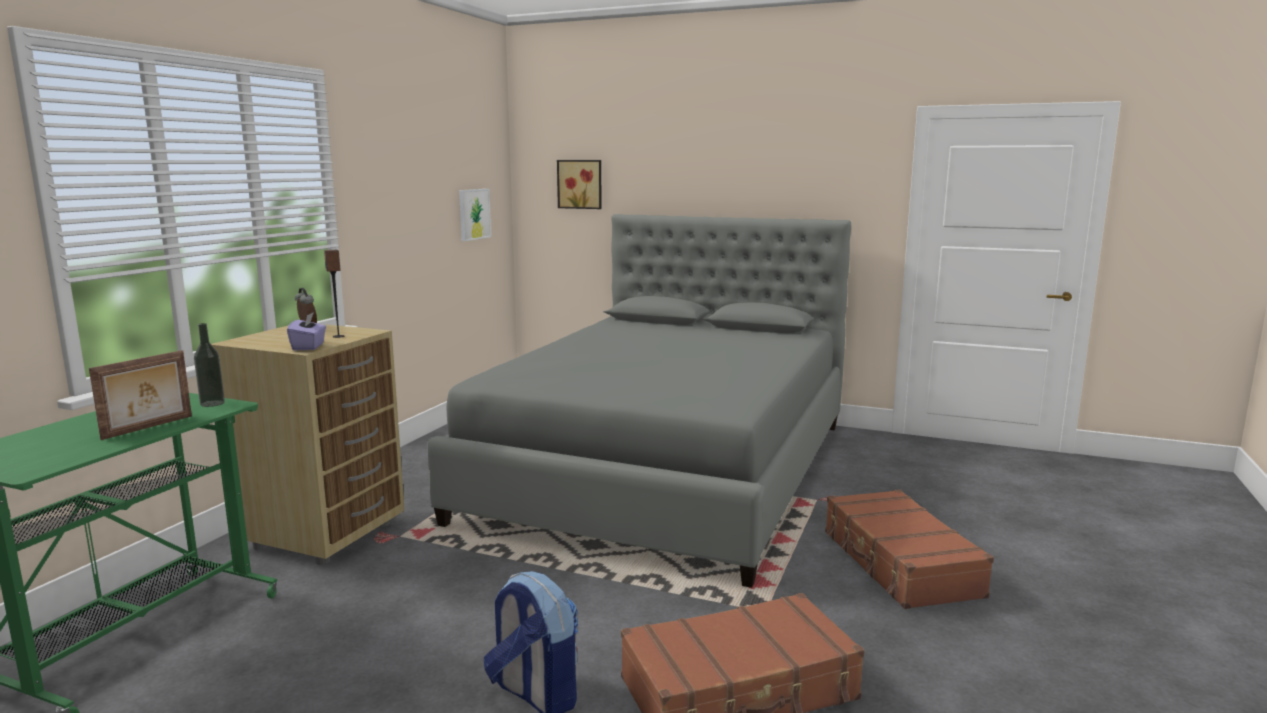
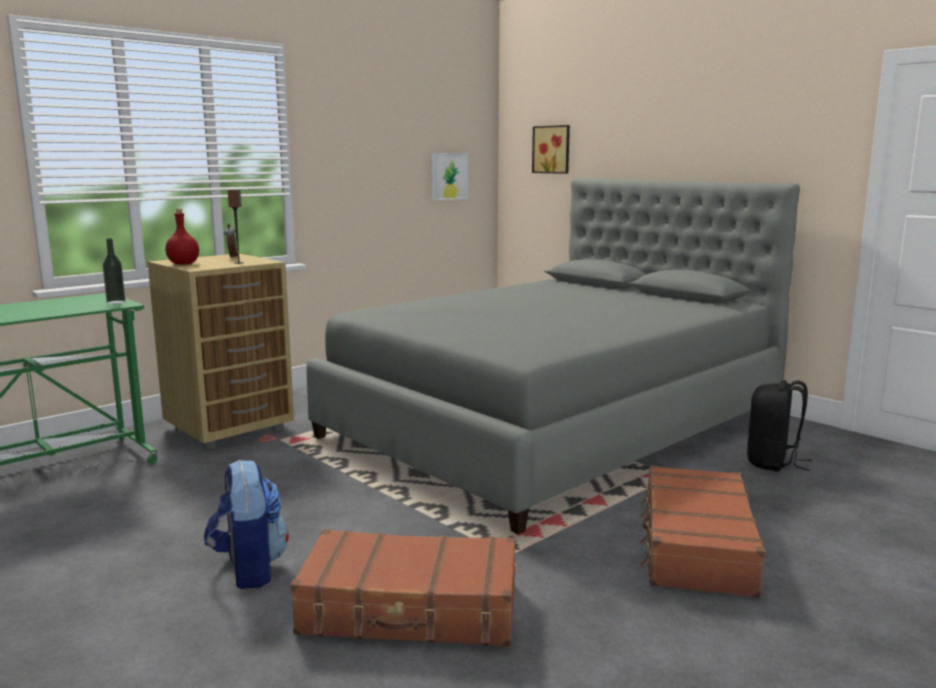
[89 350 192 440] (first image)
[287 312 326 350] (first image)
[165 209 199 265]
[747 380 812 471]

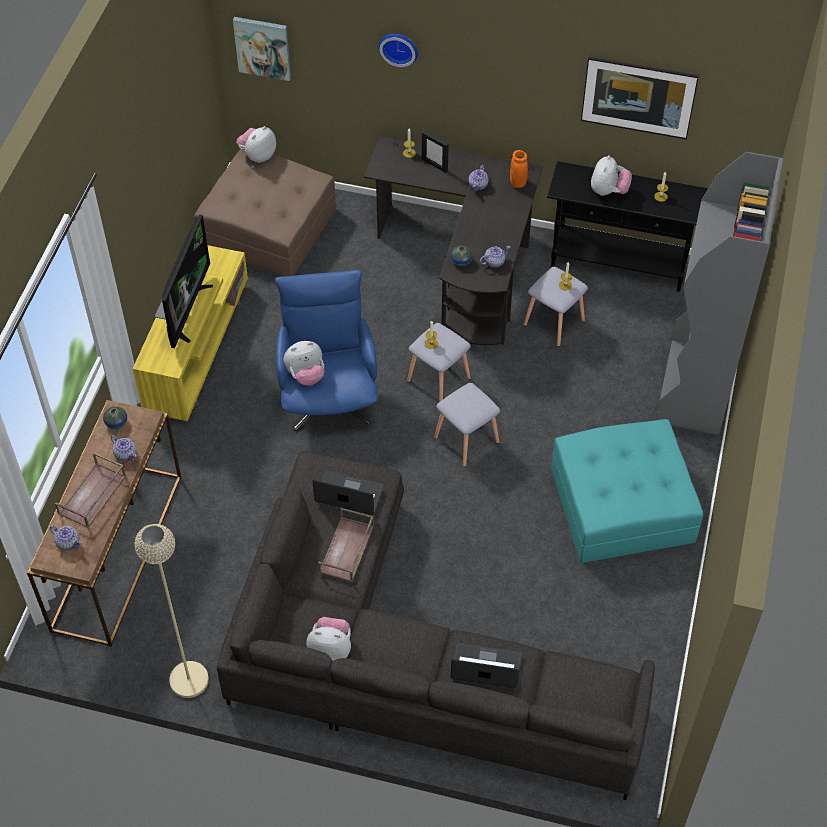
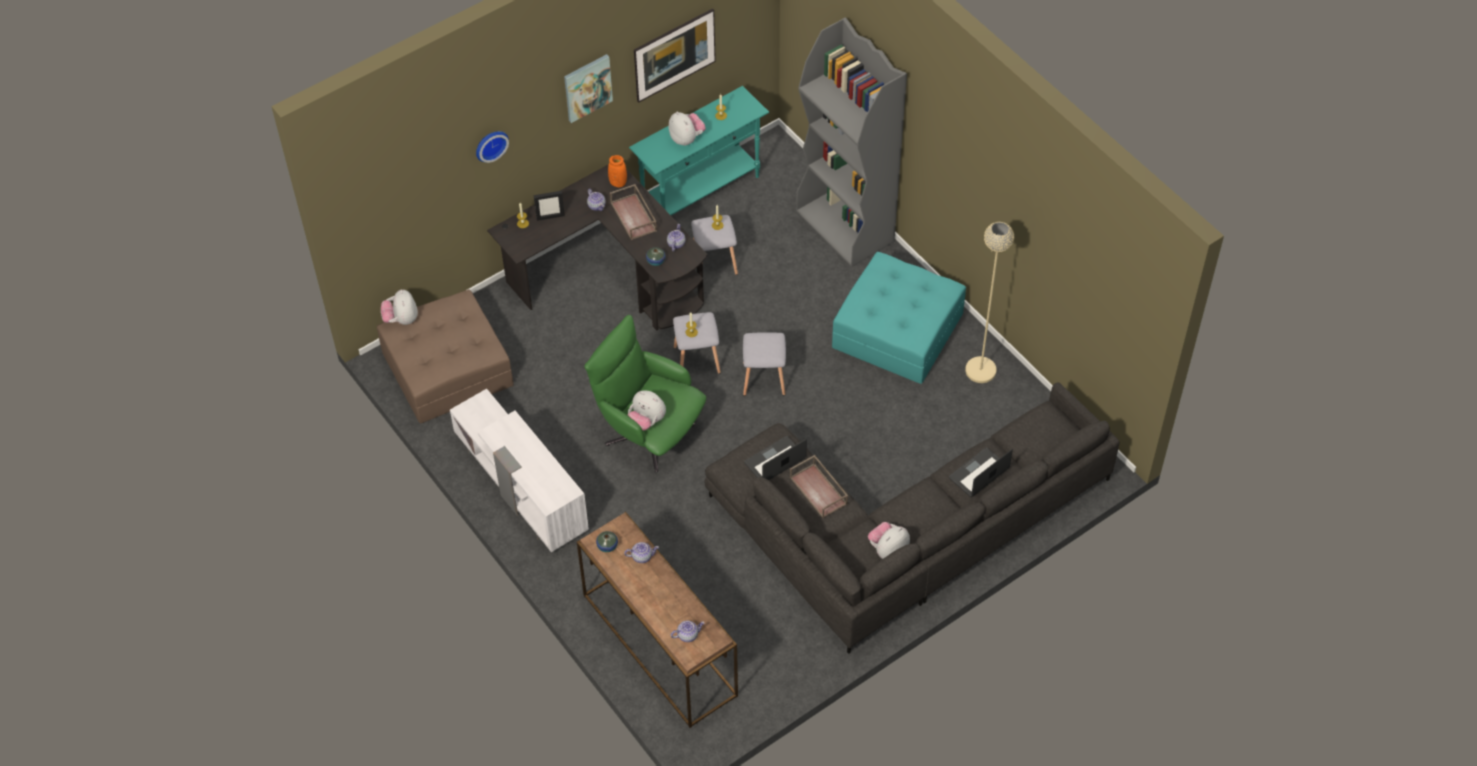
[610 184 657 240]
[450 389 589 552]
[965 222 1014 383]
[162 214 213 348] (first image)
[564 54 613 123]
[584 315 706 472]
[628 391 666 431]
[629 86 769 215]

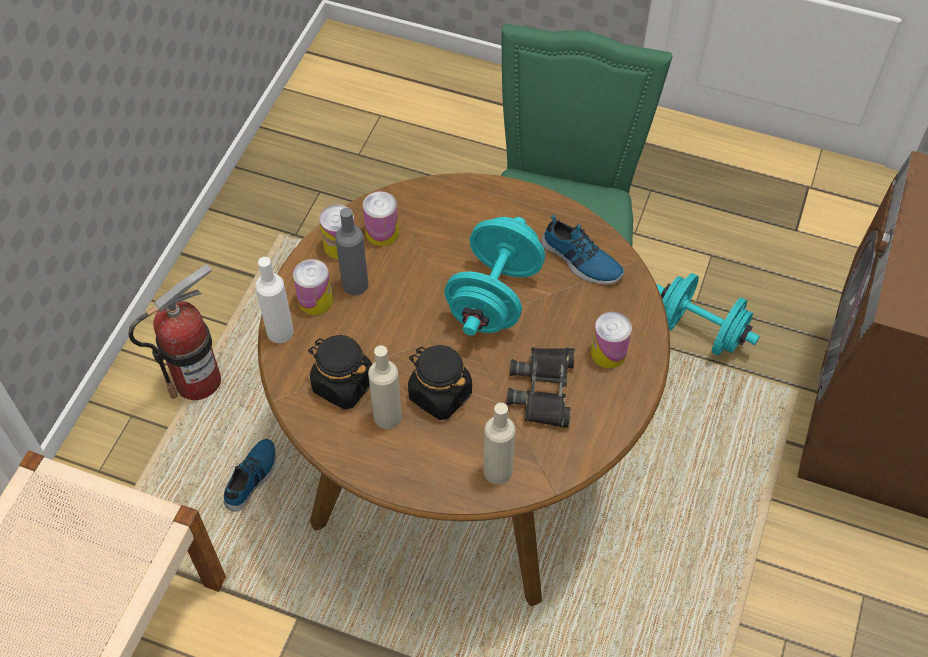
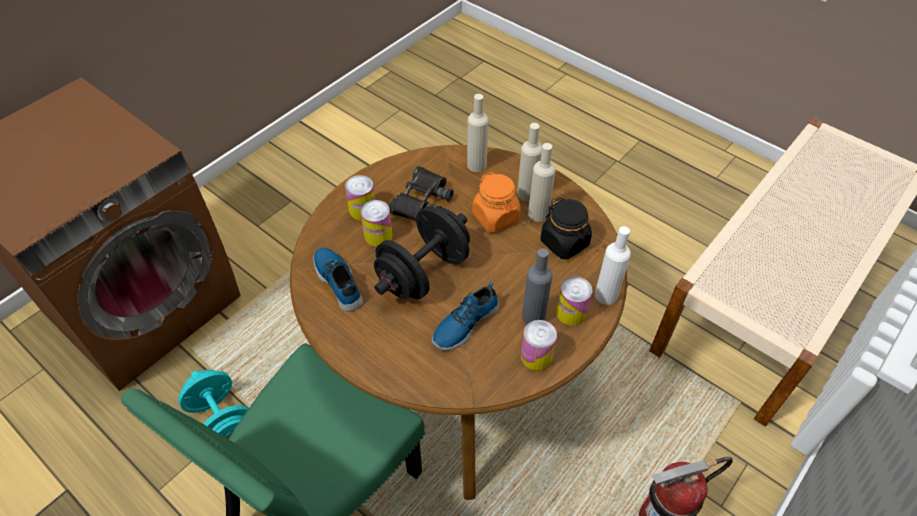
[432 282 499 351]
[361 200 392 247]
[472 172 521 233]
[374 206 470 299]
[517 123 542 202]

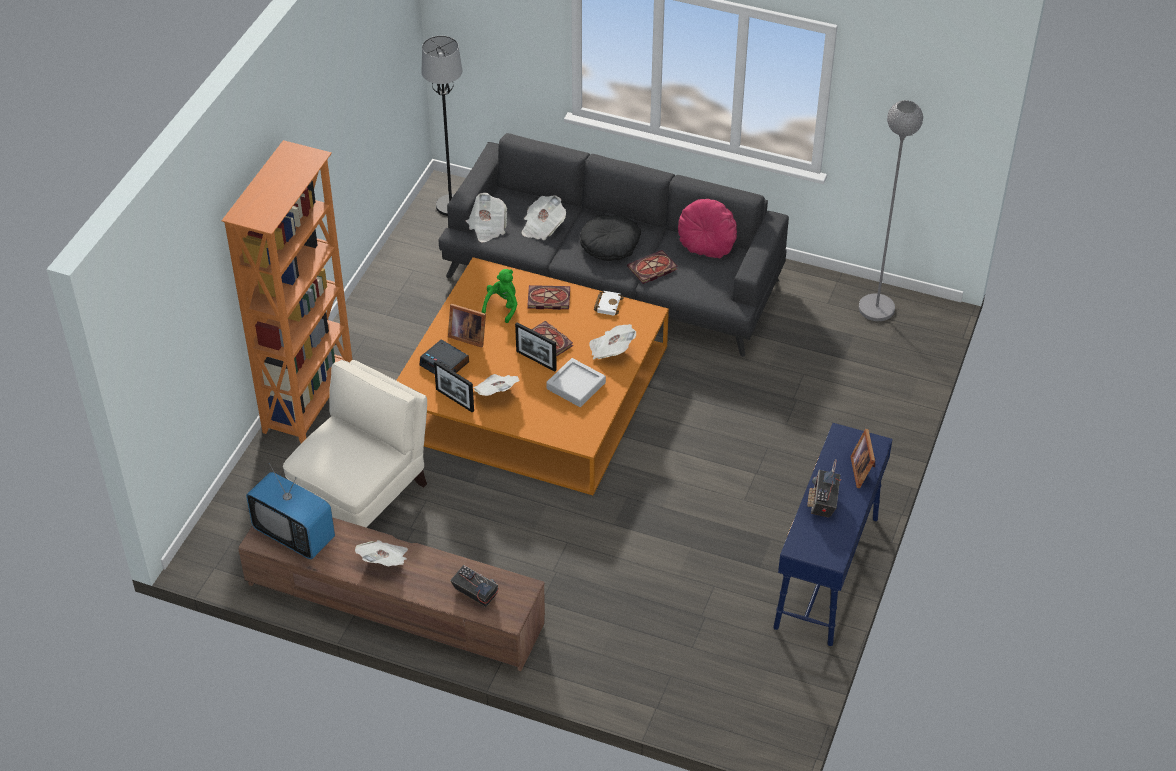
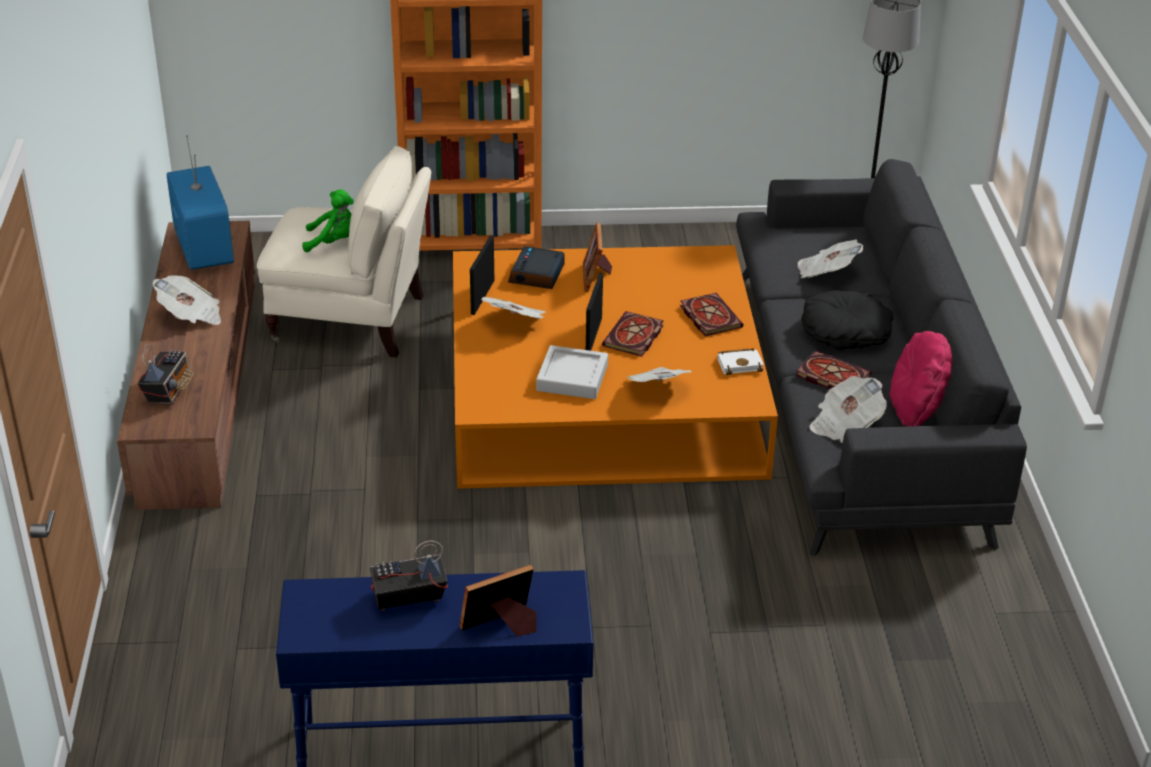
[167 135 234 270]
[809 376 887 443]
[302 190 354 252]
[859 100 923 321] (first image)

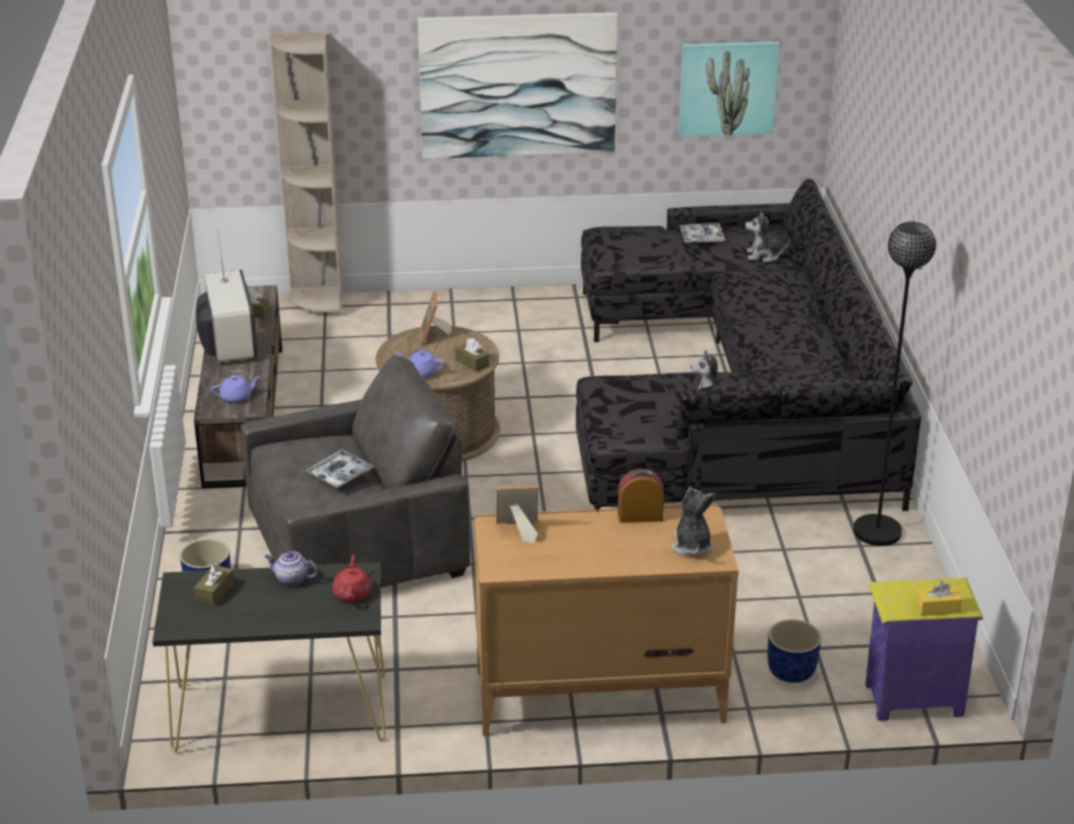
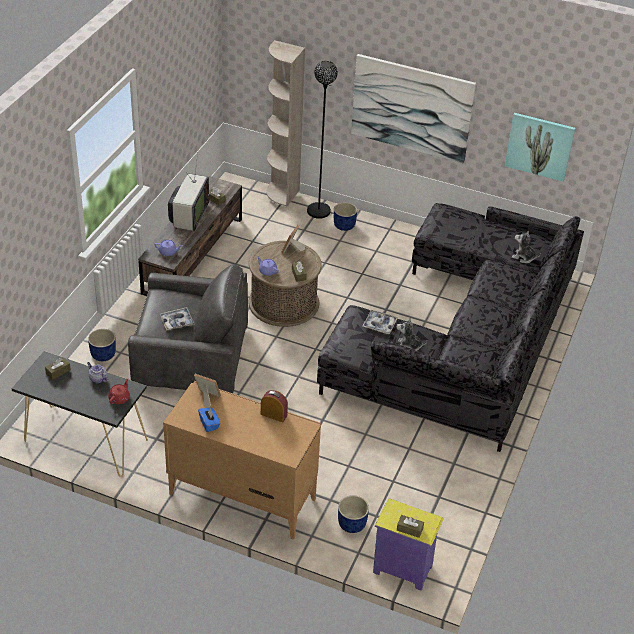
[671 486 715 556] (first image)
[362 310 398 334]
[307 61 338 219]
[397 515 424 538]
[198 408 220 432]
[334 202 357 231]

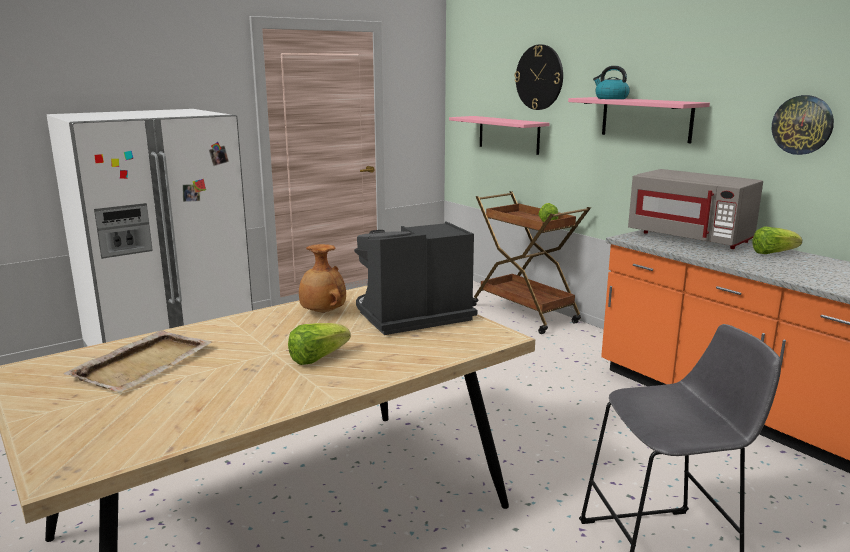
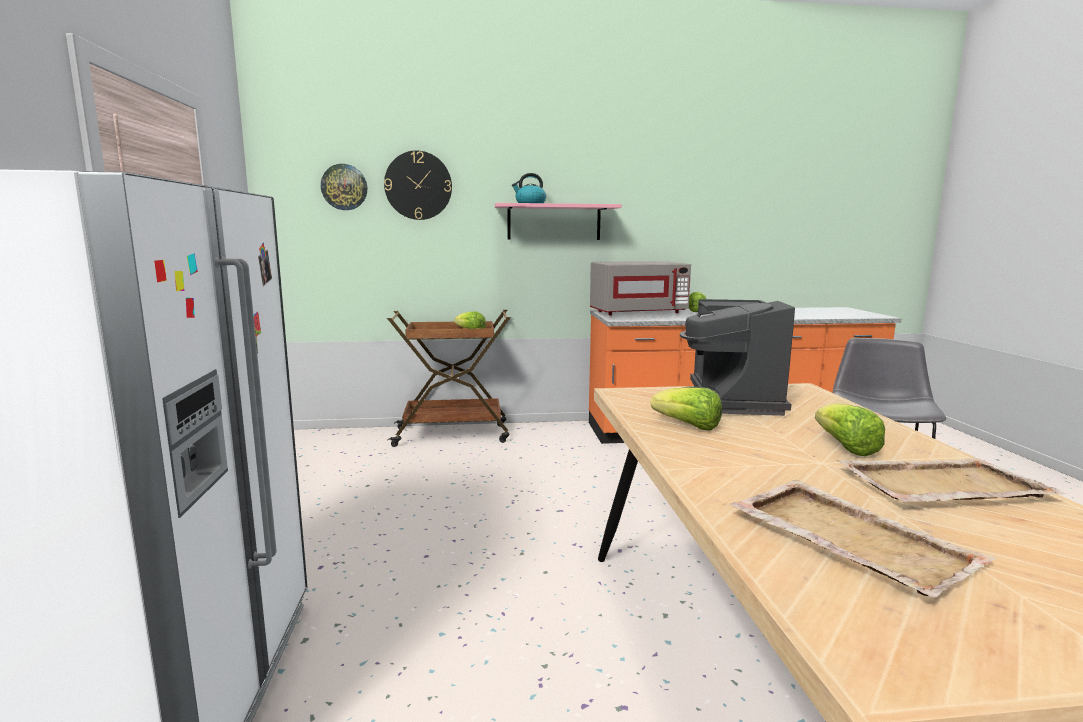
[651 387 722 431]
[449 116 550 155] (first image)
[321 164 367 210]
[837 457 1067 502]

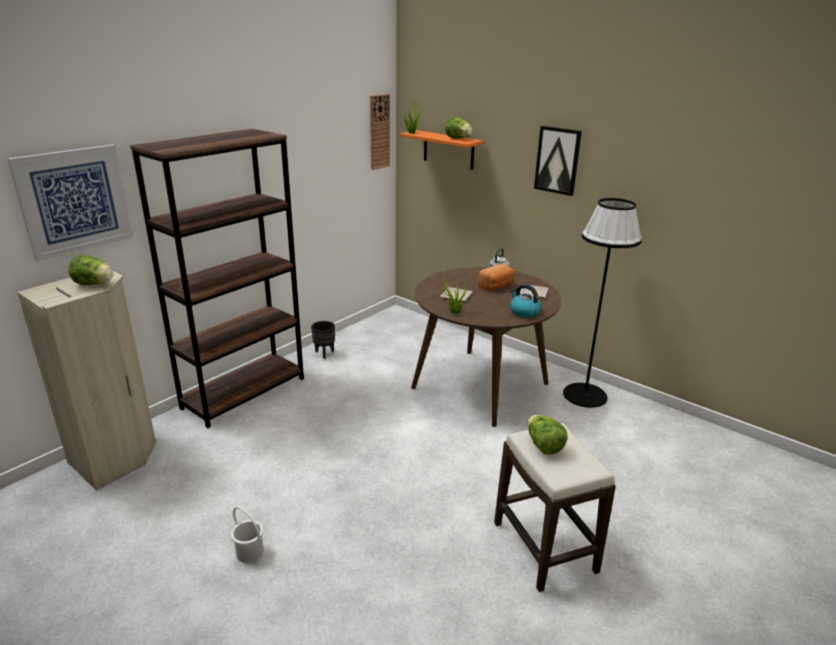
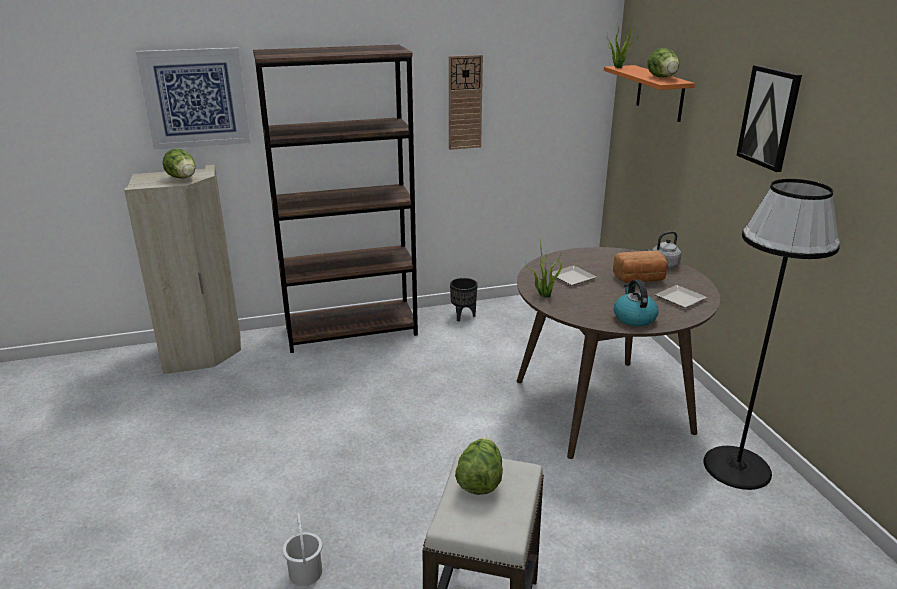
[283 513 322 586]
[449 55 483 150]

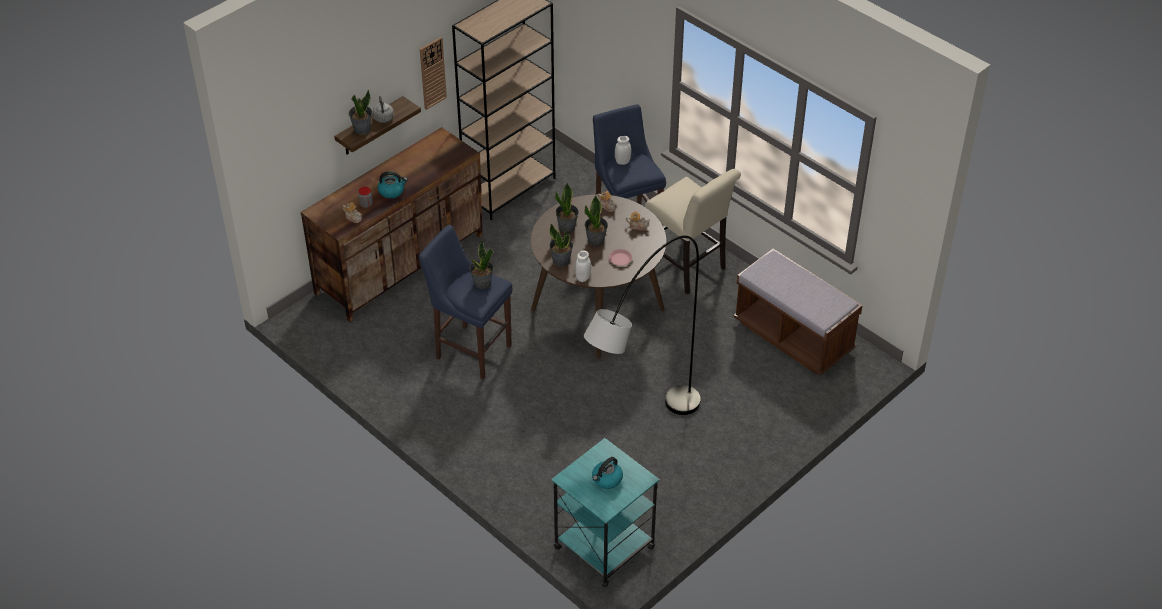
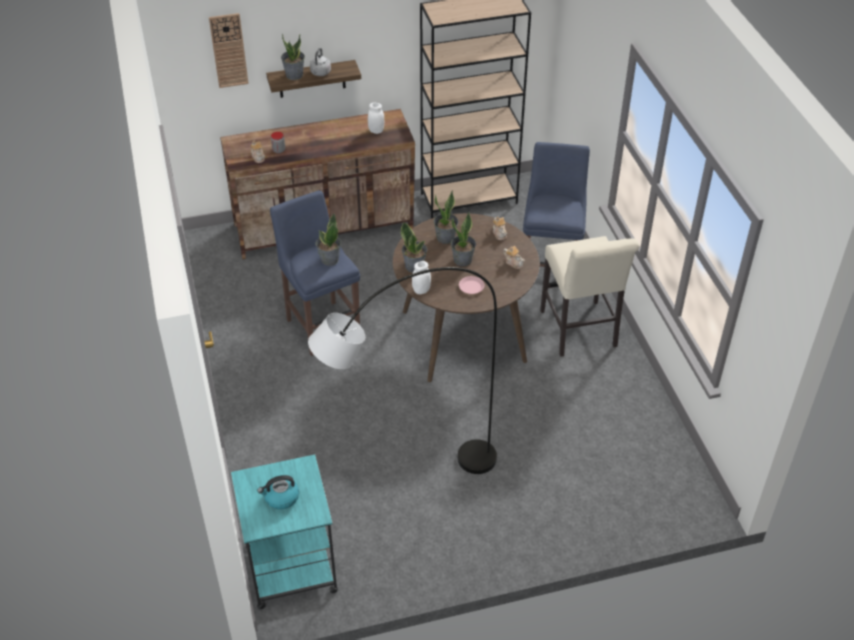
[378 171 408 198] (first image)
[209 13 249 88]
[368 102 384 134]
[733 249 863 375] (first image)

